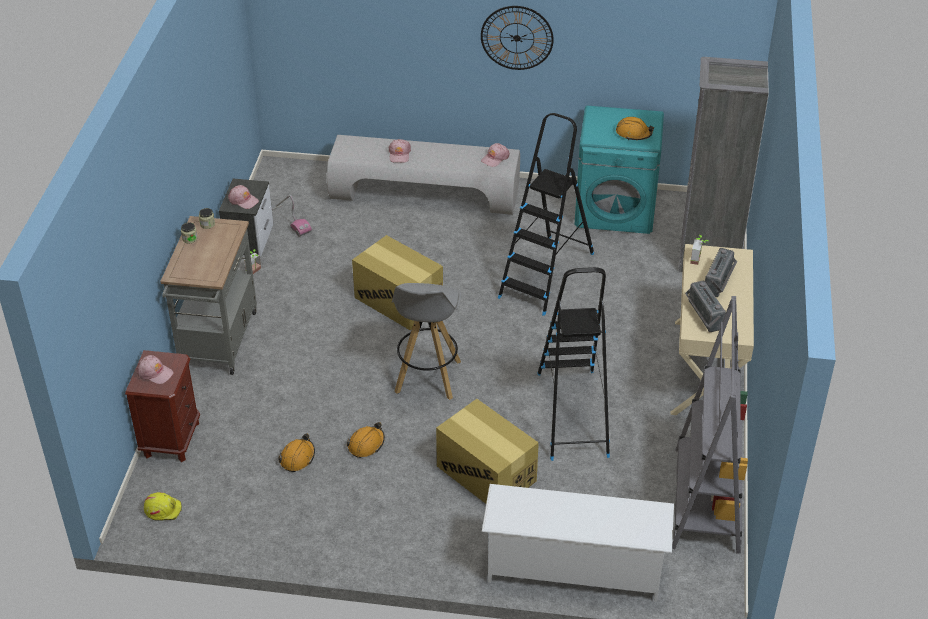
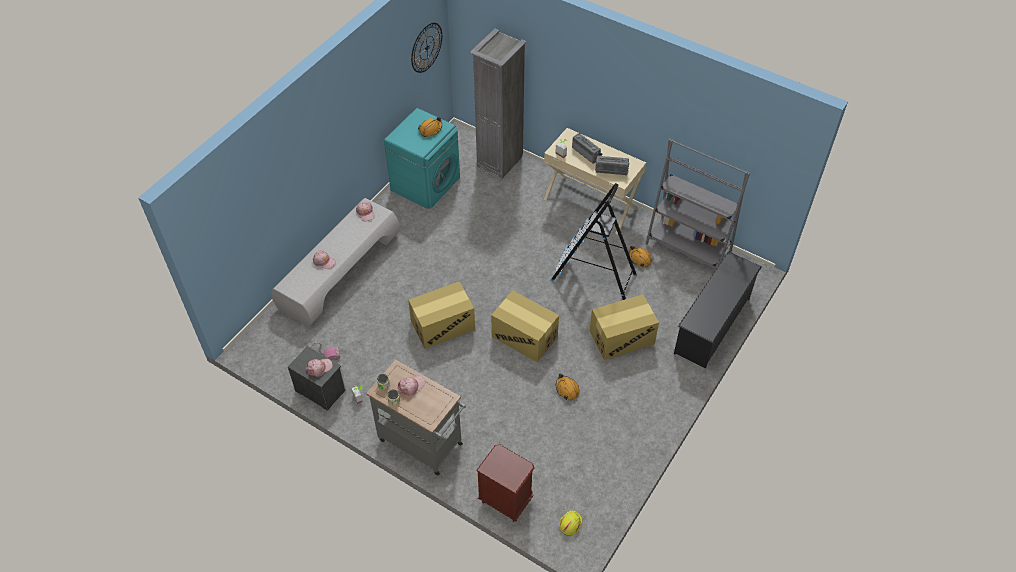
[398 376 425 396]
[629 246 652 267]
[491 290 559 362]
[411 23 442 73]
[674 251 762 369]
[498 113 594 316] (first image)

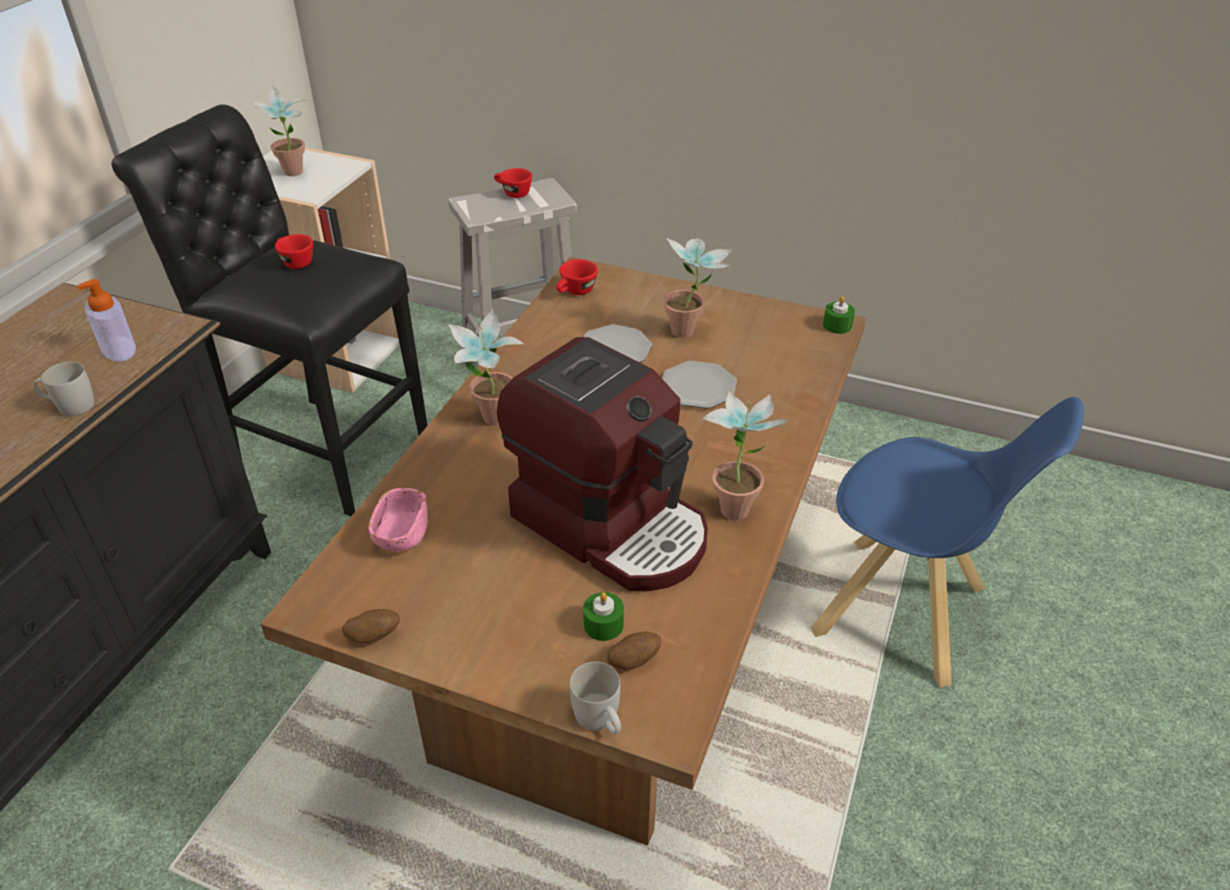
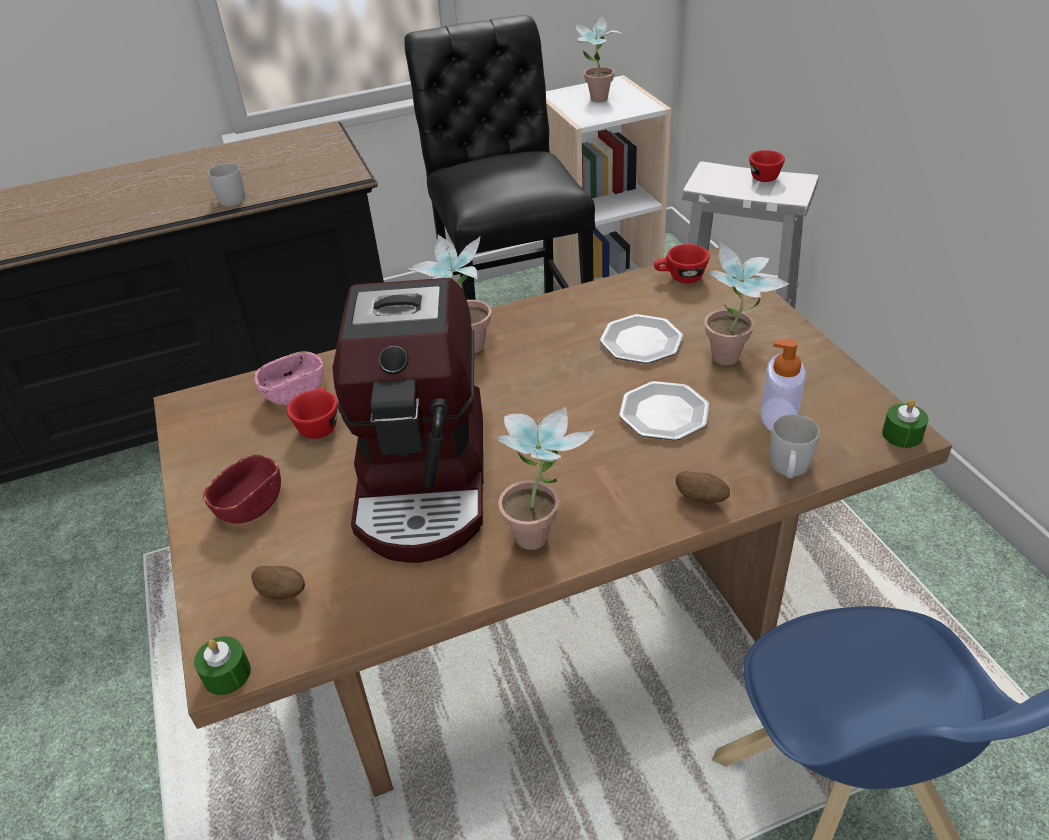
[761 339 806 432]
[287 387 338 439]
[676 471 730 504]
[770 414 820 478]
[194 636 251 695]
[203 454 281 524]

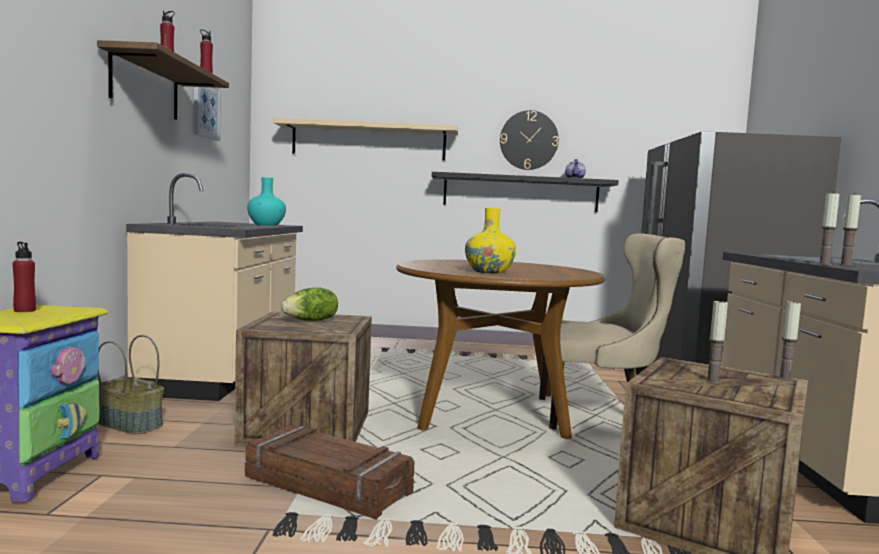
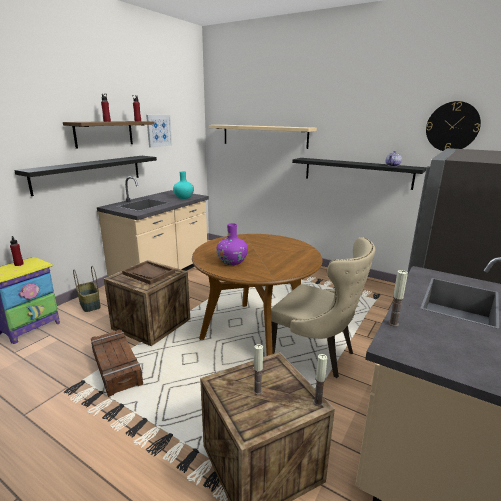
[122 261 175 285]
[216 223 248 265]
[426 101 481 151]
[839 193 861 266] (first image)
[14 156 157 196]

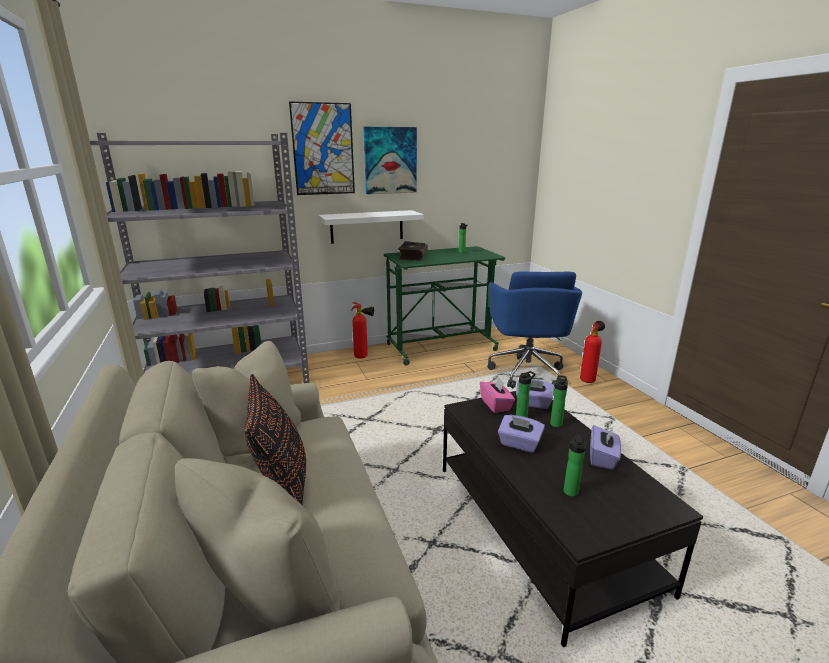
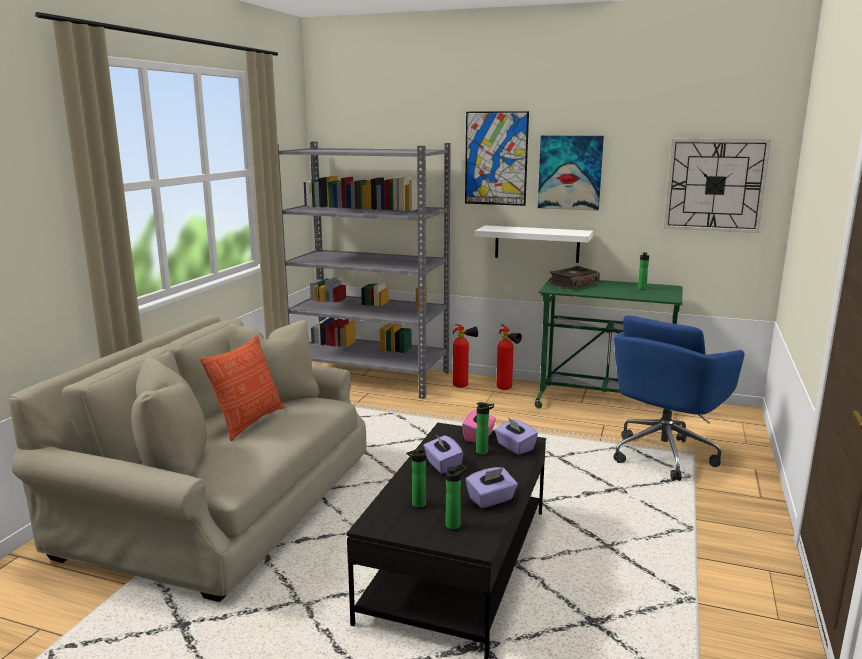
[200 335 285 441]
[446 464 467 529]
[453 324 478 388]
[664 139 771 233]

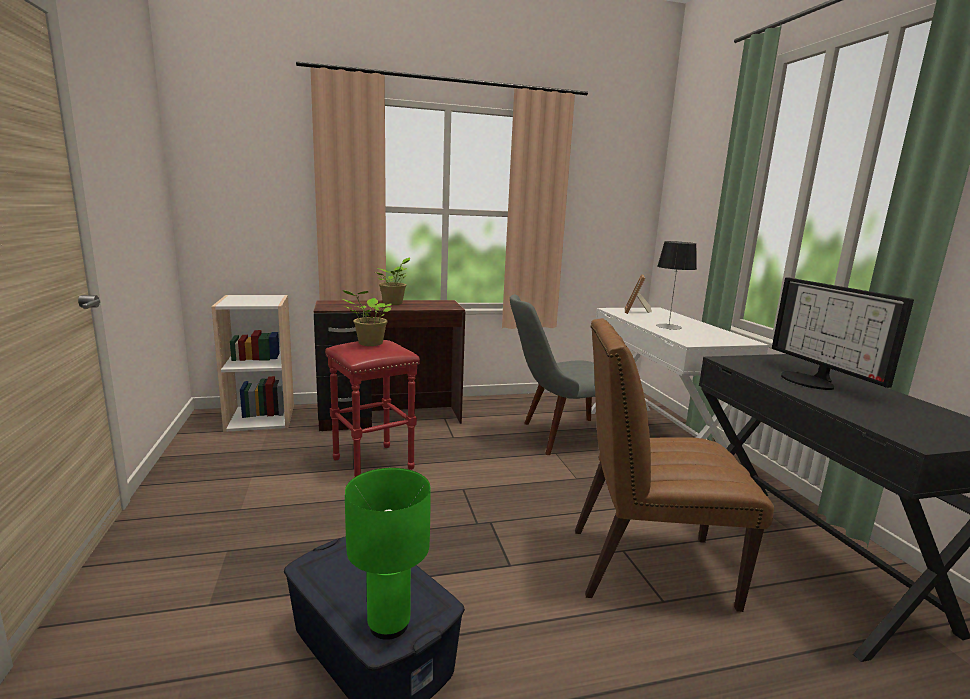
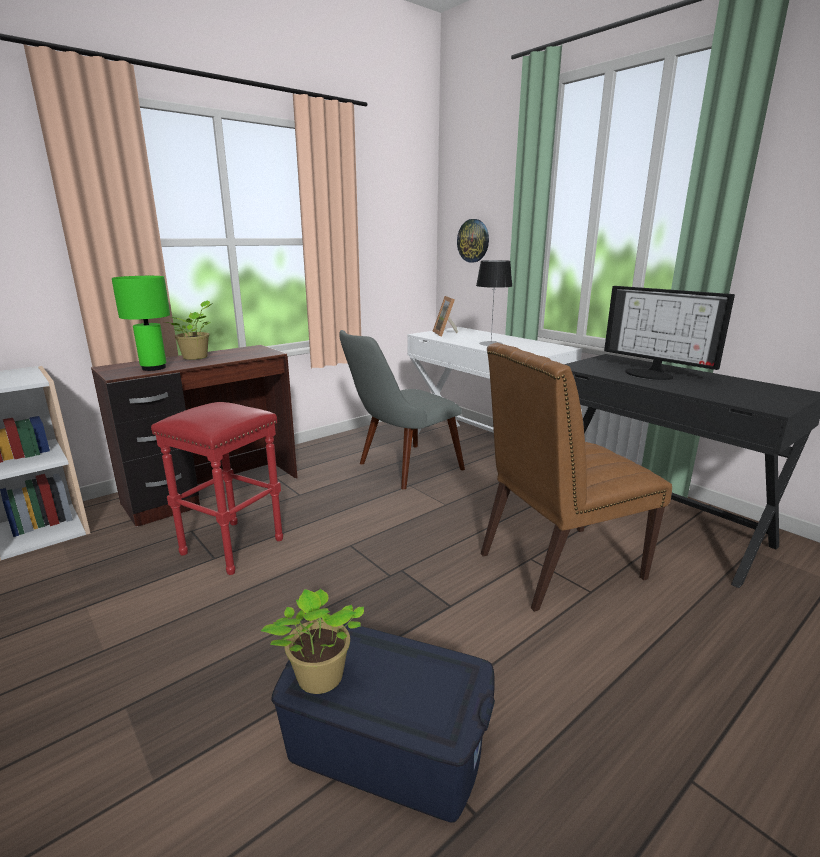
[261 589 364 694]
[112 276 170 371]
[457 219 489 263]

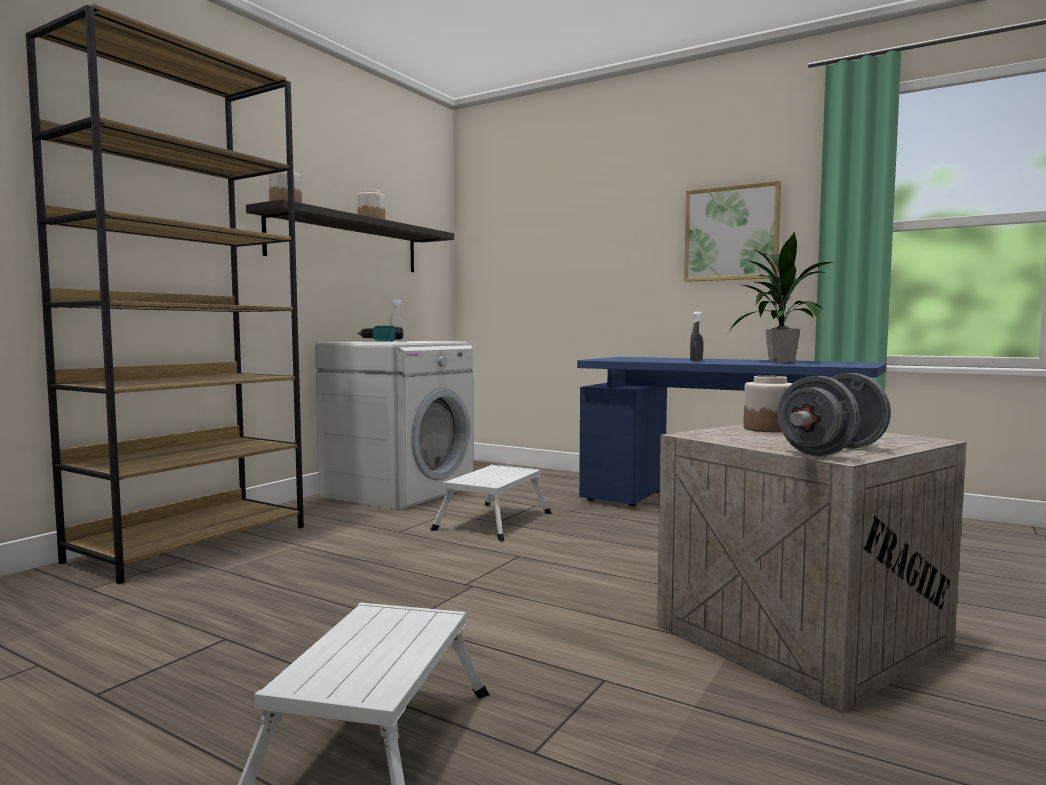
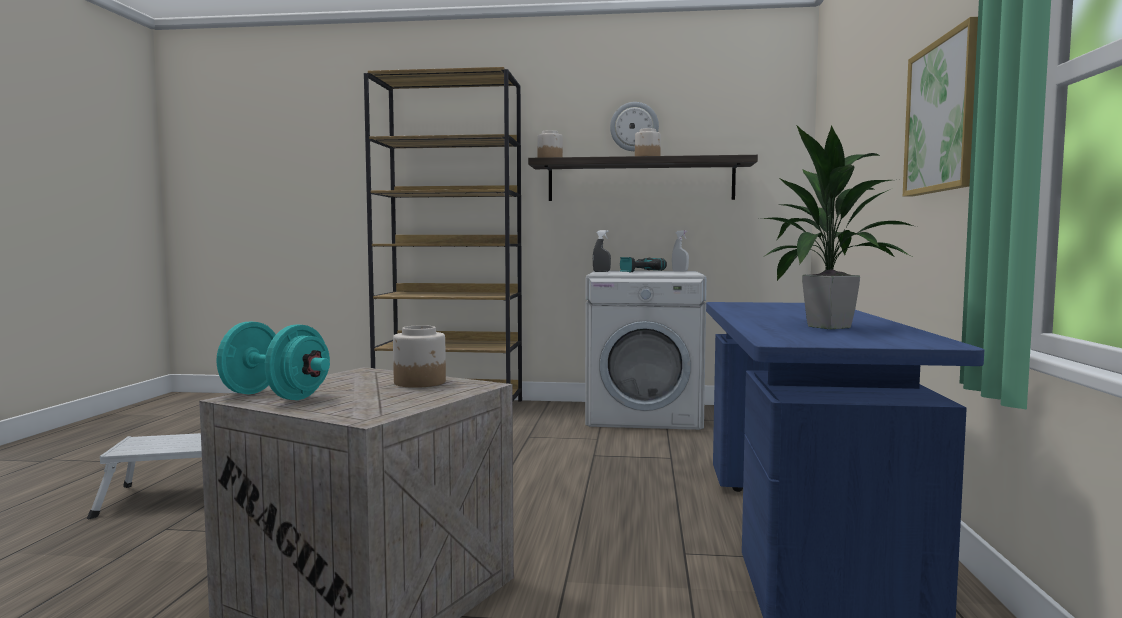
[430 465 552 542] (first image)
[593 230 611 272]
[217 322 330 400]
[610 102 659 151]

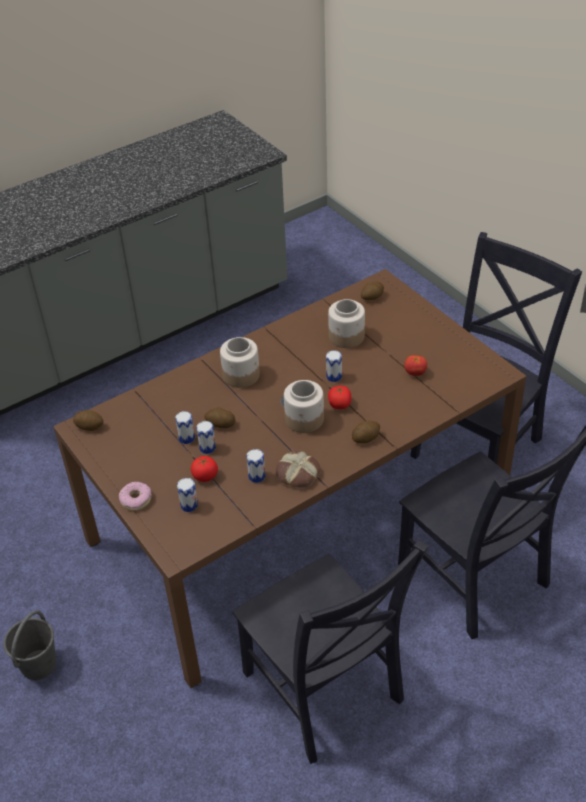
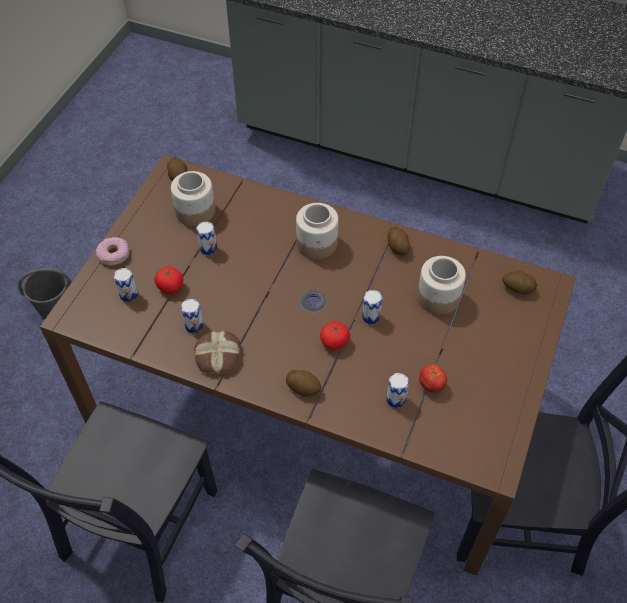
[386 373 409 408]
[388 227 411 256]
[171 171 215 226]

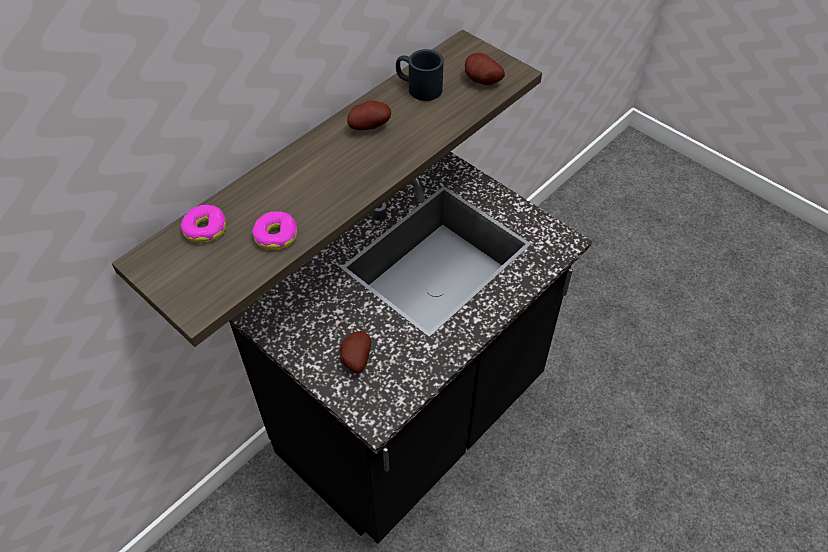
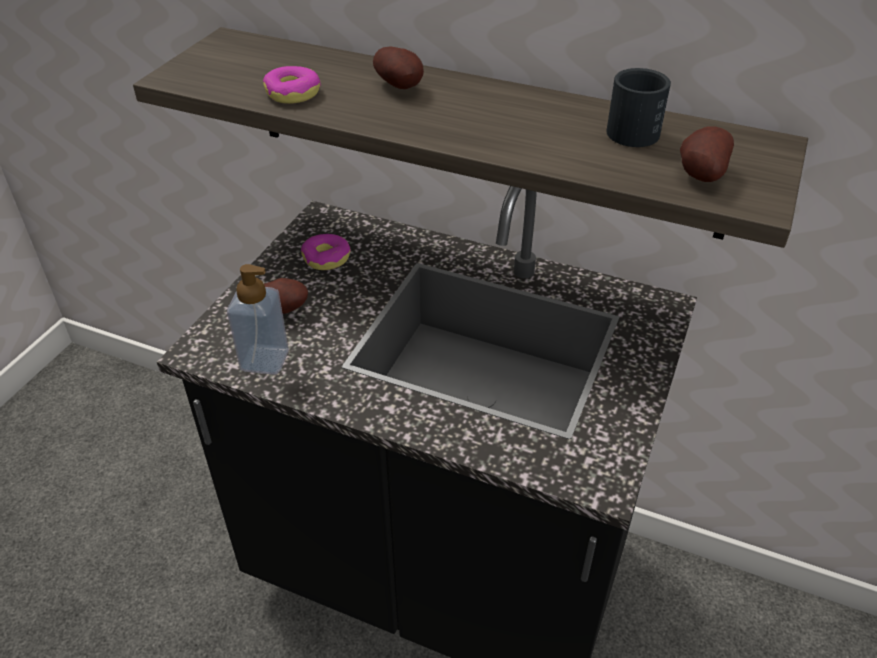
[301 234 351 270]
[373 46 424 89]
[227 264 289 375]

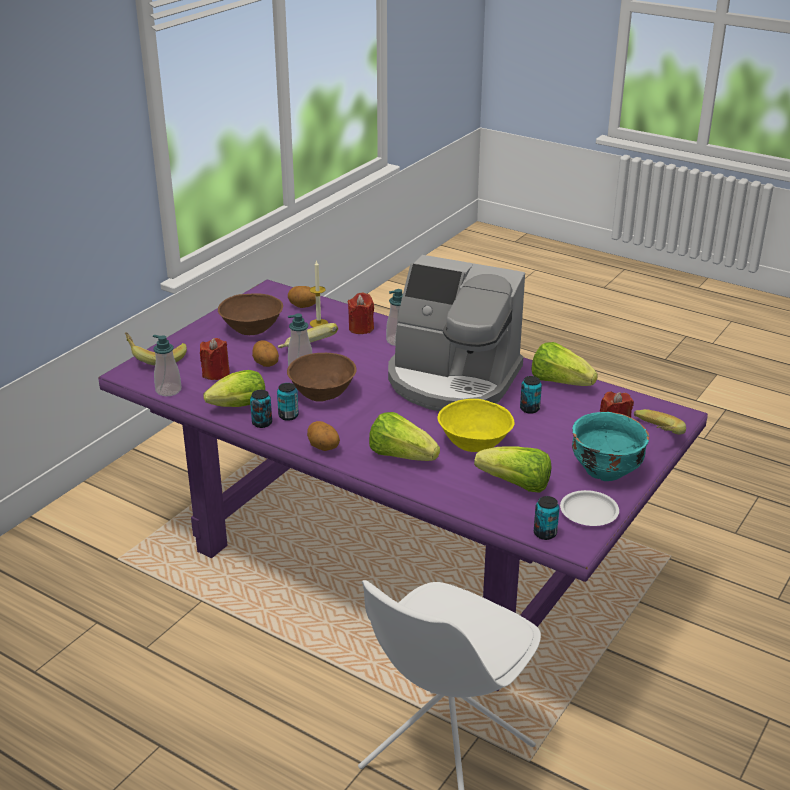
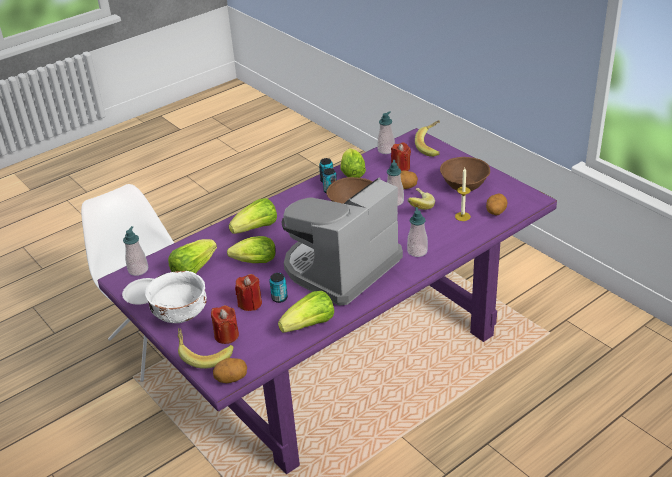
[213 358 247 383]
[235 274 262 311]
[227 236 276 263]
[123 226 148 276]
[145 271 207 323]

